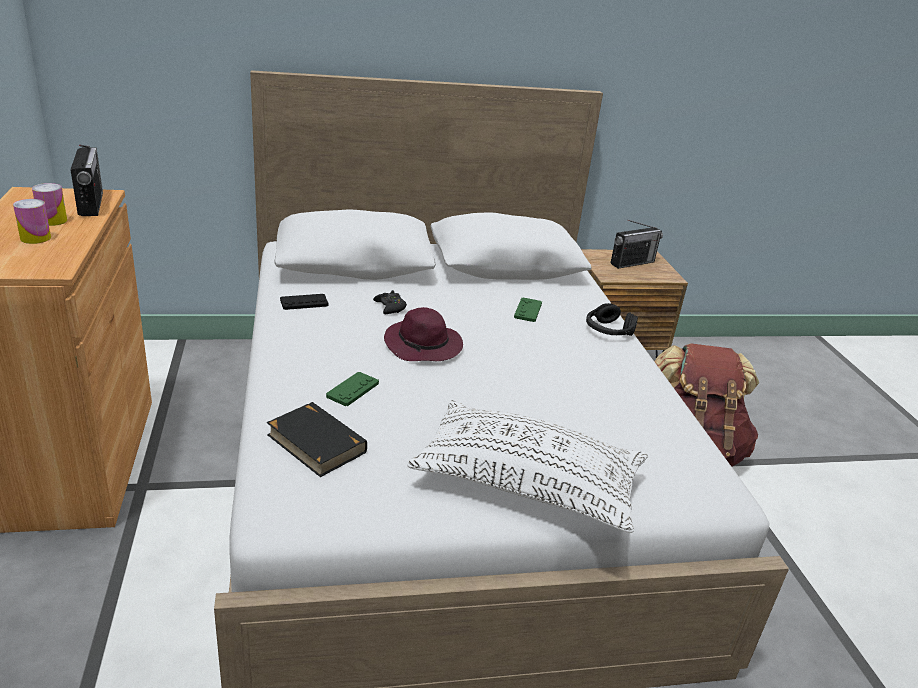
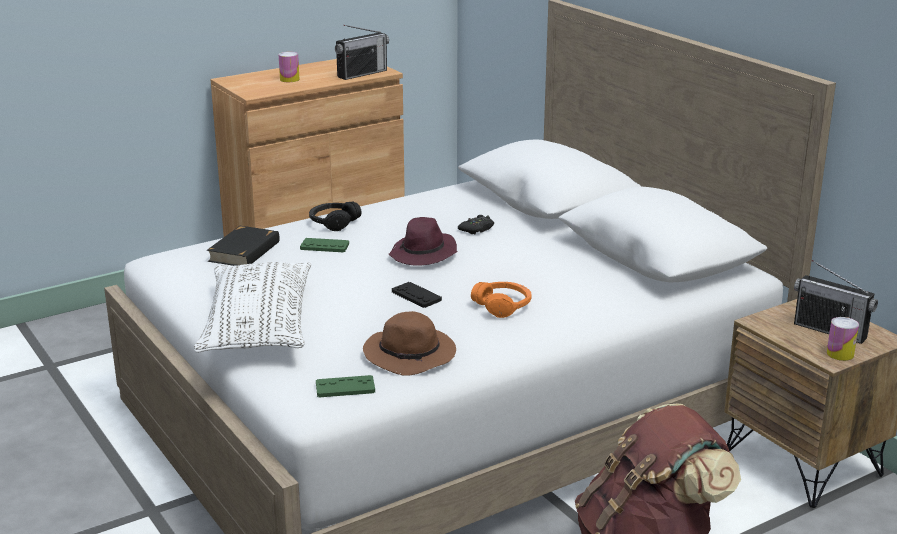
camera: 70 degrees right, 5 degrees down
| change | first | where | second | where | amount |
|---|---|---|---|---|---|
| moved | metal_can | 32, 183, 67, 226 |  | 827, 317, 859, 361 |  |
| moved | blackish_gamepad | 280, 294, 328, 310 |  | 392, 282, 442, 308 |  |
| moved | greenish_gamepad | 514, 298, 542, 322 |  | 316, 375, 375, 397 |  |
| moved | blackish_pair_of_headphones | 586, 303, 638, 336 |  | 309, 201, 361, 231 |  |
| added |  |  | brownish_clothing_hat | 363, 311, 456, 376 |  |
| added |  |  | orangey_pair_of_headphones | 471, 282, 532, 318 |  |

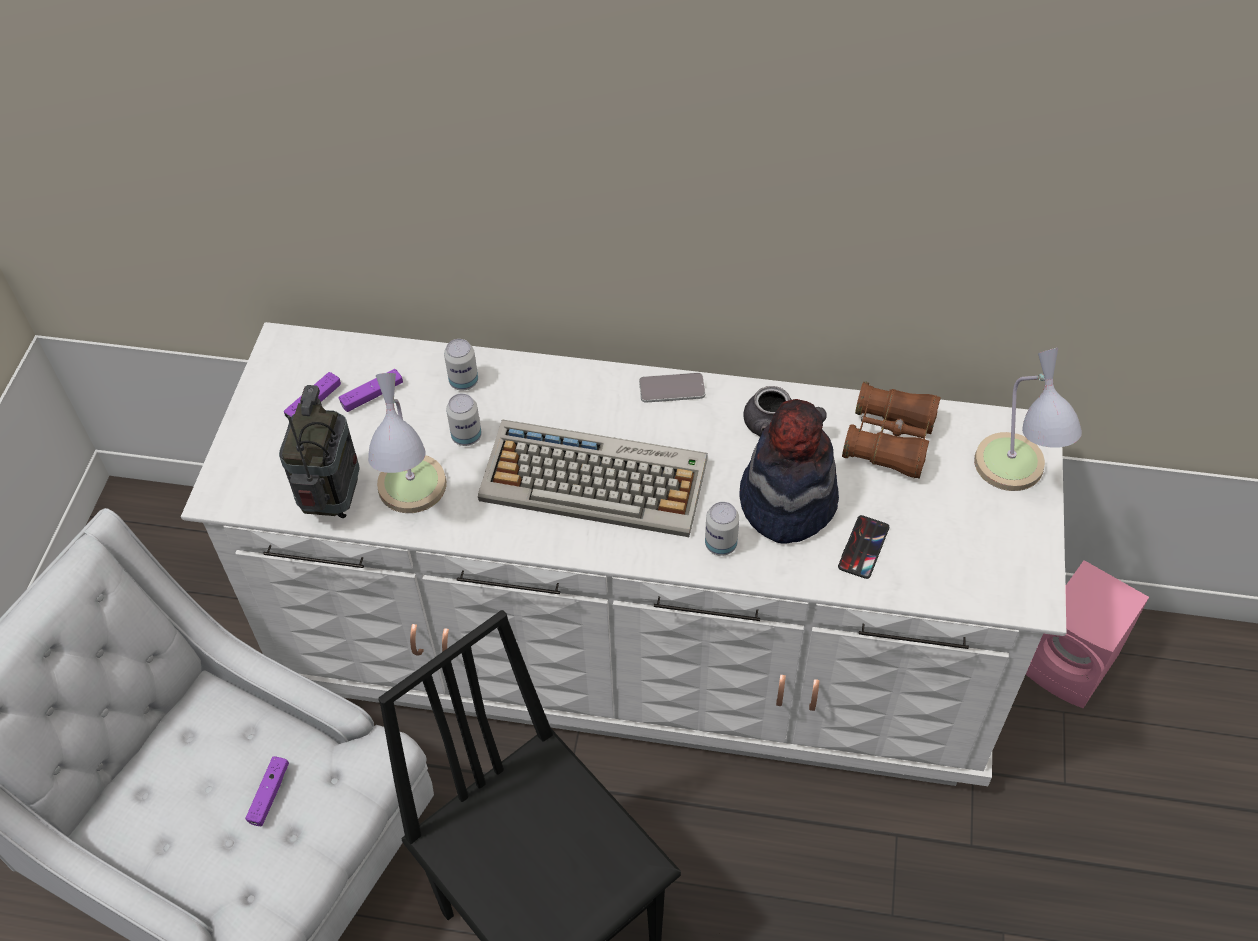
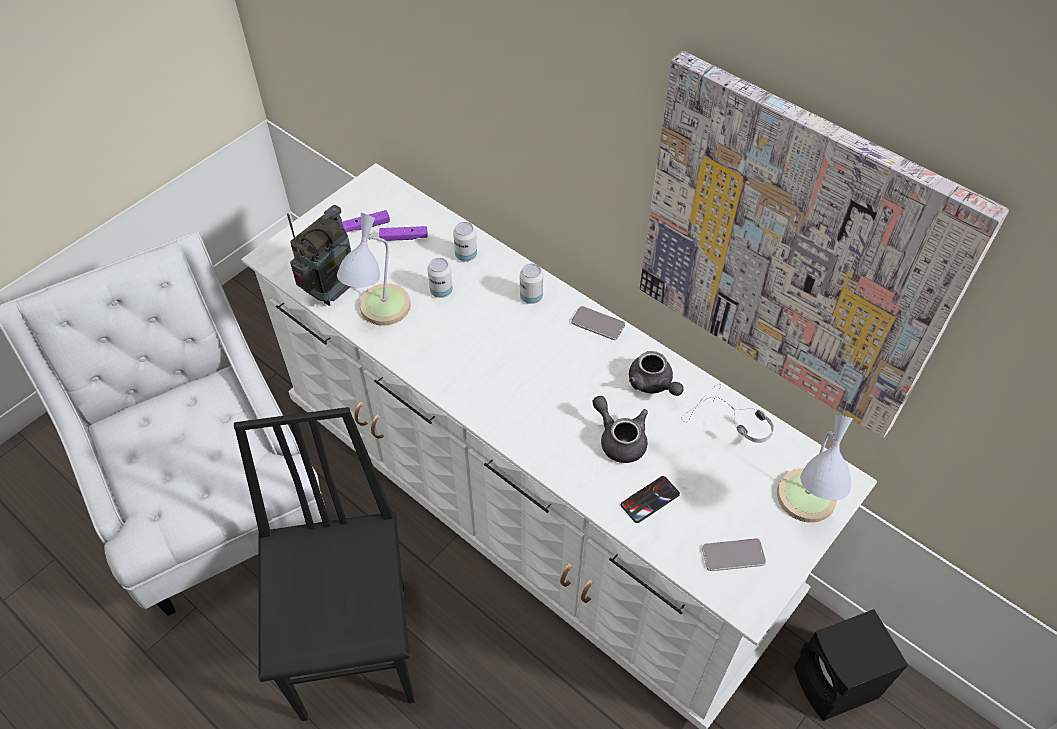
camera: 30 degrees right, 0 degrees up
| change | first | where | second | where | amount |
|---|---|---|---|---|---|
| removed | purplish_gamepad | 245, 756, 289, 826 |  |  |  |
| removed | keyboard | 478, 420, 707, 537 |  |  |  |
| moved | metal_can | 705, 502, 739, 556 |  | 520, 264, 543, 304 |  |
| replaced | clothing_hat | 739, 399, 839, 543 | greyish_teapot | 593, 396, 648, 463 |  |
| replaced | brownish_pair_of_binoculars | 842, 382, 941, 479 | pair_of_headphones | 681, 384, 774, 443 |  |
| recoloured | pink-coloured_speaker | 1026, 560, 1149, 708 | blackish_speaker | 794, 609, 908, 721 |  |
| added |  |  | wall_art | 640, 51, 1009, 438 |  |
| added |  |  | phone | 702, 538, 766, 571 |  |

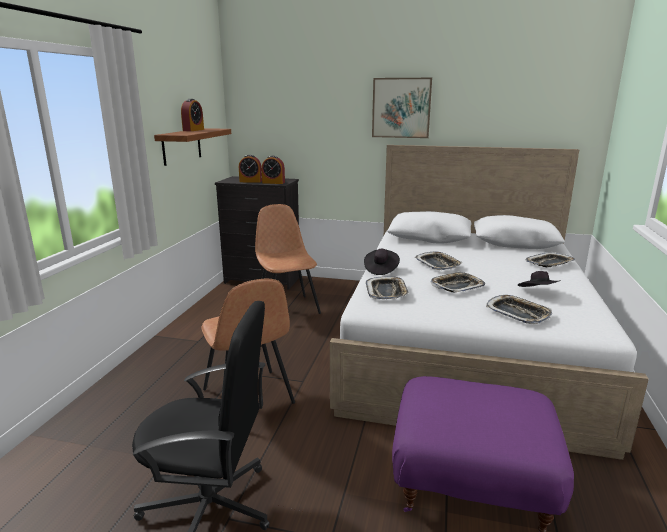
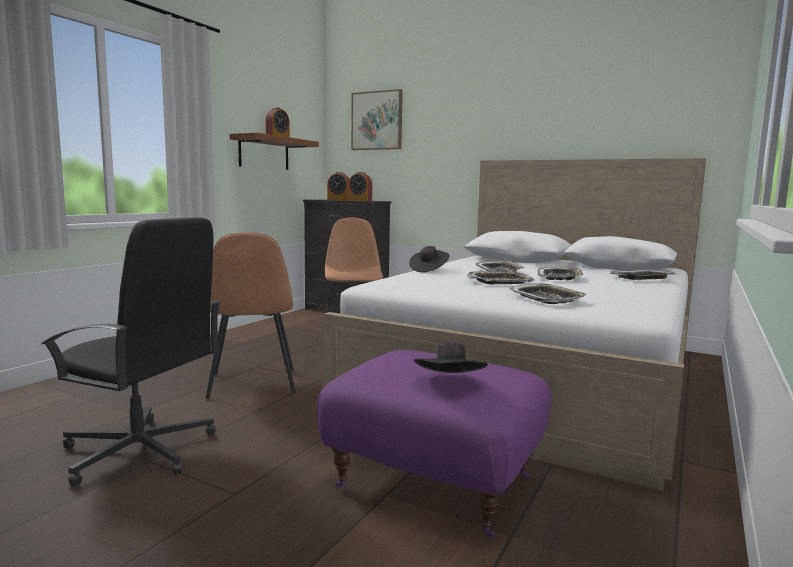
camera: 15 degrees right, 10 degrees down
| change | first | where | second | where | amount |
|---|---|---|---|---|---|
| moved | carrying_tray | 366, 276, 409, 299 |  | 538, 267, 583, 280 |  |
| moved | wall_art | 372, 78, 432, 138 |  | 351, 89, 403, 150 |  |
| moved | blackish_clothing_hat | 518, 271, 560, 287 |  | 414, 342, 488, 373 |  |

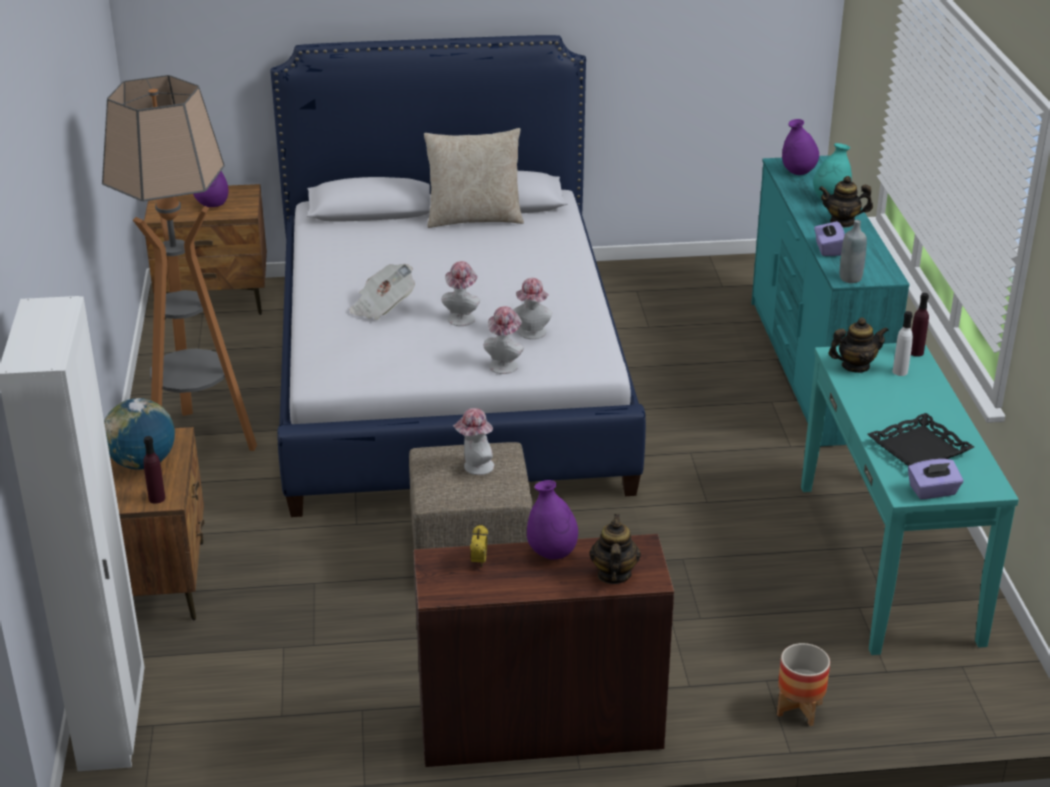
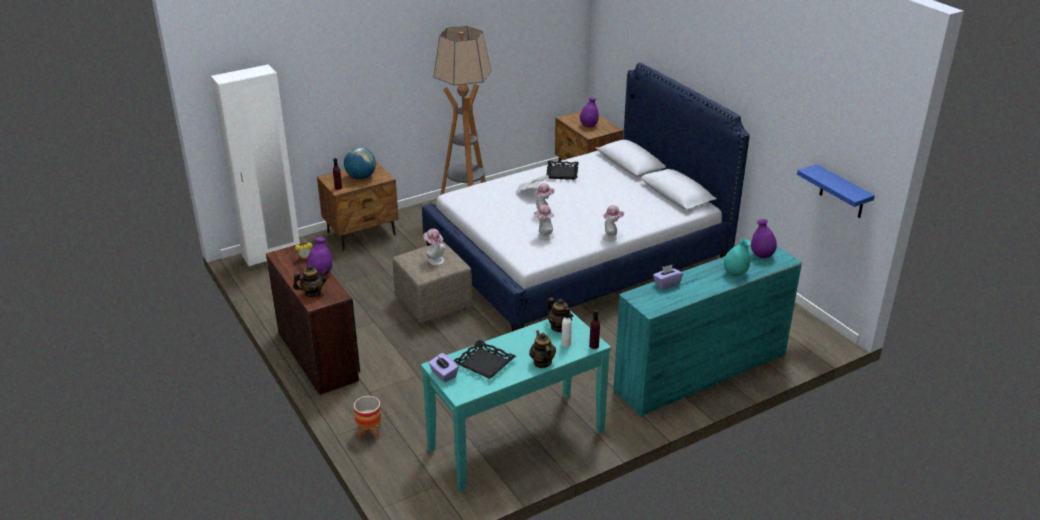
camera: 65 degrees right, 0 degrees up
| change | first | where | second | where | amount |
|---|---|---|---|---|---|
| removed | beige-coloured_pillow | 424, 128, 524, 228 |  |  |  |
| moved | clothing_hat | 483, 306, 524, 374 |  | 601, 205, 624, 241 |  |
| moved | teapot | 819, 176, 873, 227 |  | 529, 330, 556, 368 |  |
| removed | greyish_beverage_bottle | 840, 220, 867, 283 |  |  |  |
| added |  |  | blackish_carrying_tray | 546, 161, 579, 180 |  |
| added |  |  | bluish_wall_shelf | 797, 164, 875, 218 |  |

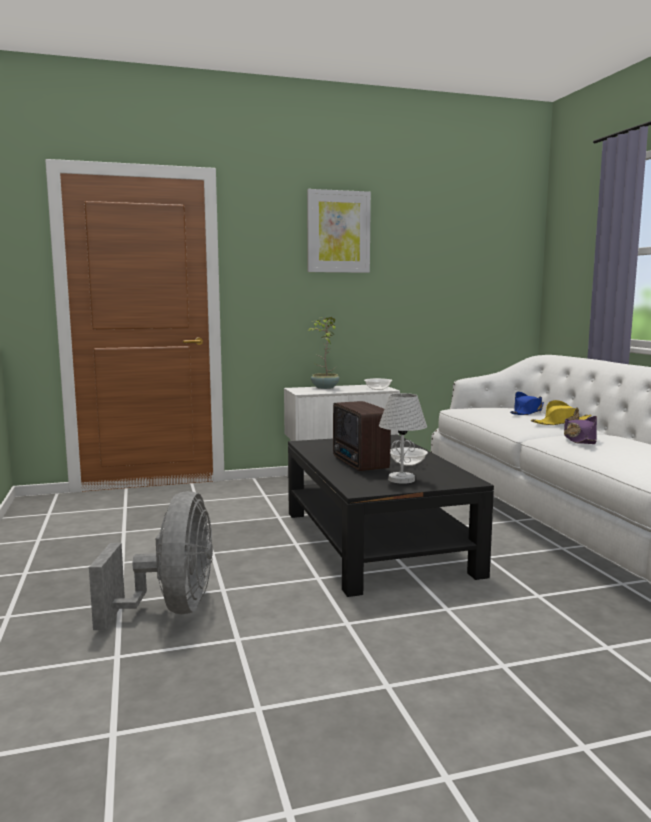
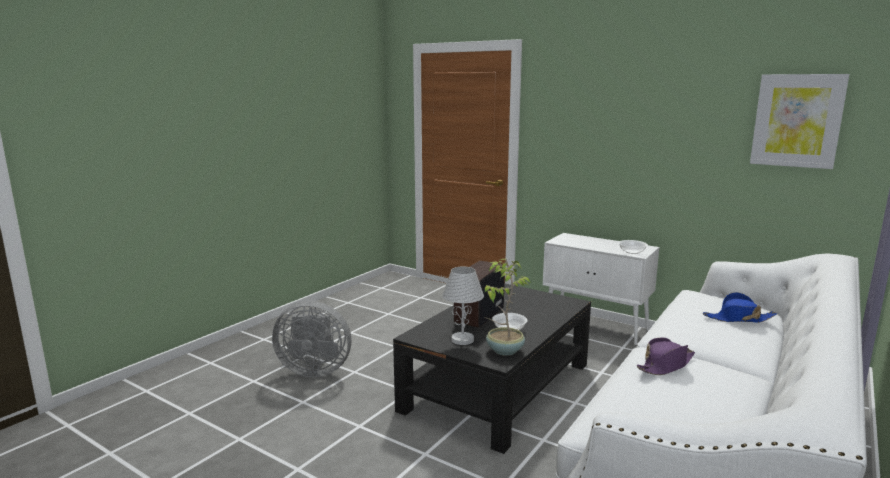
camera: 50 degrees right, 5 degrees up
| change | first | where | second | where | amount |
|---|---|---|---|---|---|
| turned | greyish_electric_fan | 89, 491, 213, 630 |  | 272, 301, 352, 377 | 45 degrees clockwise |
| moved | wall_art | 307, 189, 371, 273 |  | 750, 74, 849, 169 |  |
| moved | houseplant | 307, 317, 339, 389 |  | 484, 259, 531, 356 |  |
| removed | yellowish_clothing_hat | 531, 400, 591, 425 |  |  |  |

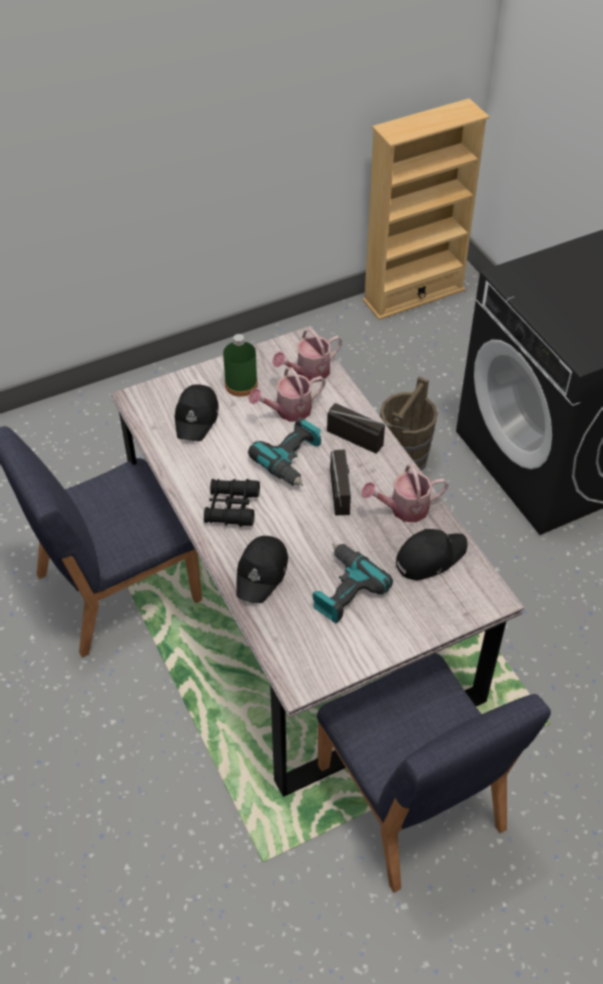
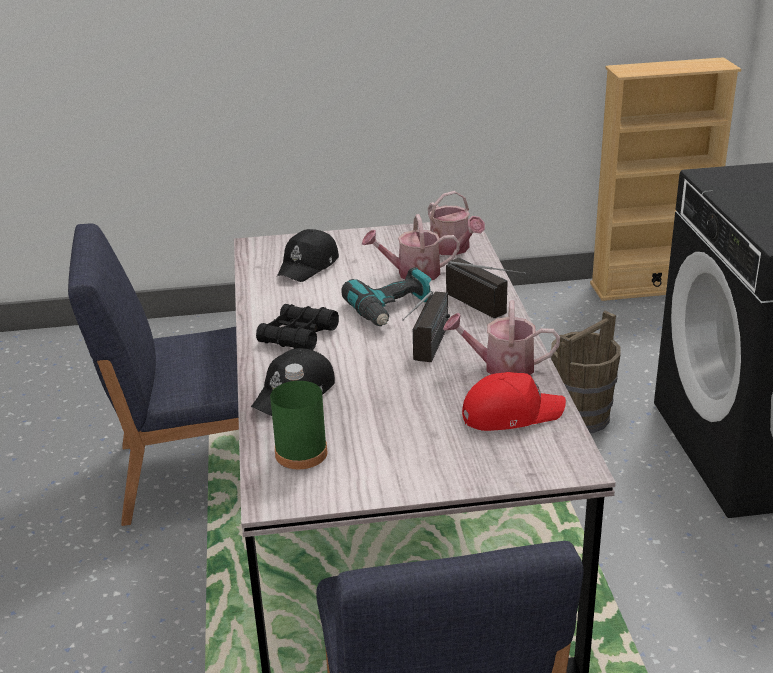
camera: 20 degrees right, 20 degrees down
| change | first | where | second | where | amount |
|---|---|---|---|---|---|
| moved | greenish_beverage_bottle | 223, 334, 258, 397 |  | 270, 364, 327, 469 |  |
| turned | sprinkling_can | 272, 329, 342, 382 |  | 428, 191, 485, 255 | 105 degrees counterclockwise |
| removed | drill | 313, 544, 393, 623 |  |  |  |
| recoloured | blackish_peaked_cap | 396, 529, 468, 580 | red_peaked_cap | 462, 372, 566, 431 |  |

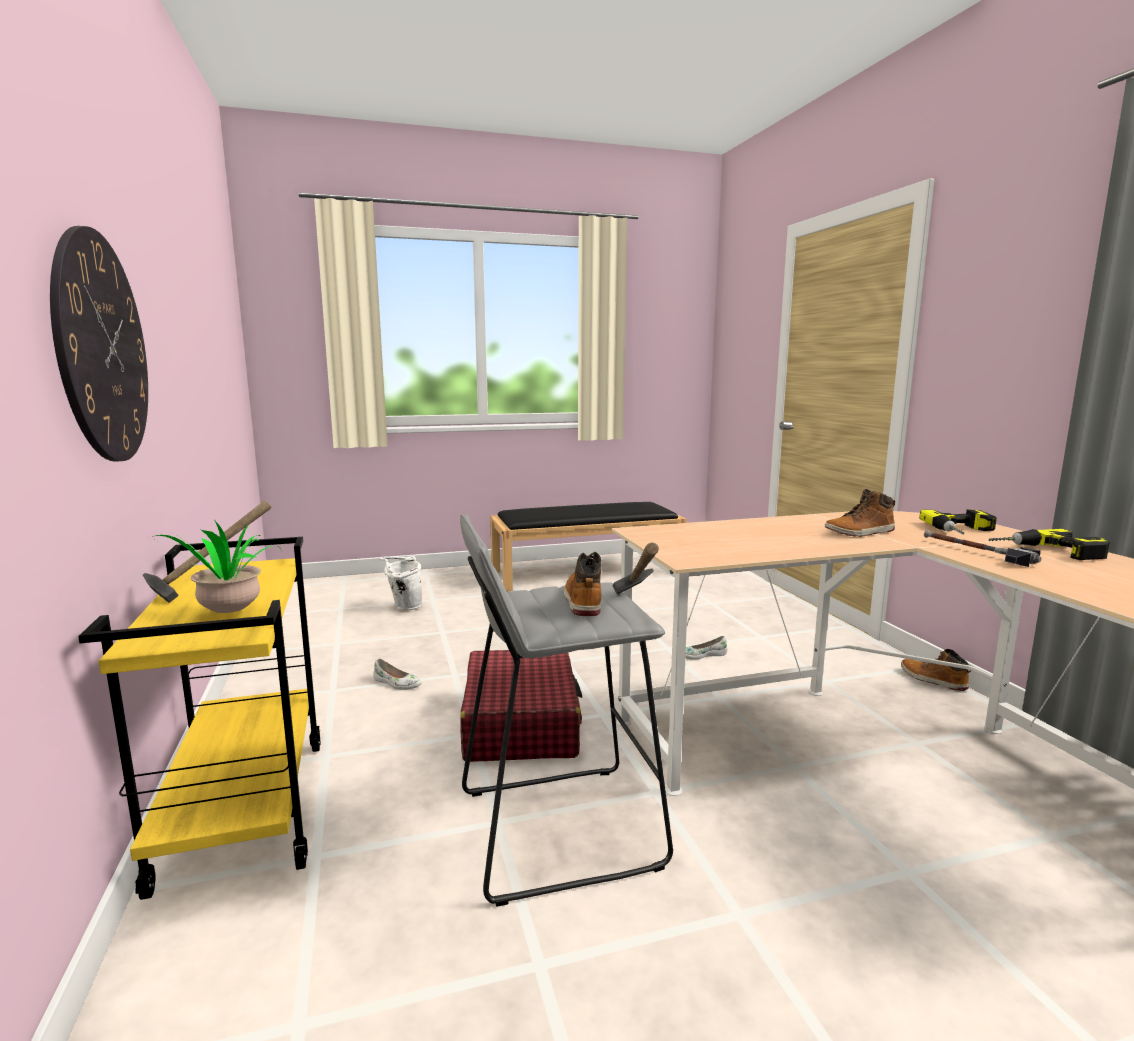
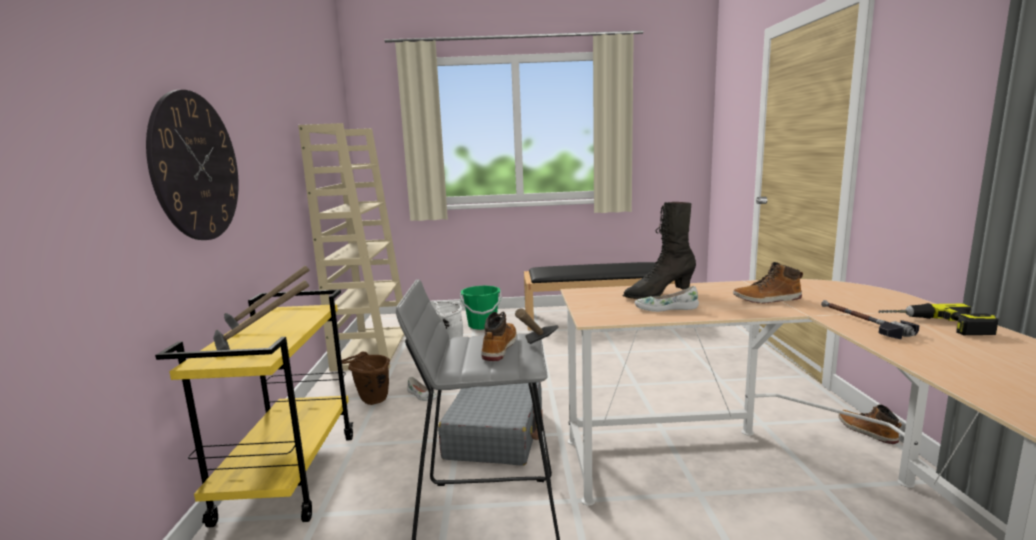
camera: 15 degrees right, 0 degrees up
| change | first | where | second | where | amount |
|---|---|---|---|---|---|
| replaced | houseplant | 151, 520, 281, 613 | tool_hammer | 213, 280, 309, 350 |  |
| recoloured | red_suitcase | 460, 650, 582, 762 | greyish_suitcase | 438, 382, 543, 466 |  |
| moved | white-coloured_shoe | 685, 636, 728, 660 |  | 635, 286, 699, 312 |  |
| removed | drill | 919, 509, 997, 534 |  |  |  |
| added |  |  | beige-coloured_bookcase | 298, 123, 404, 371 |  |
| added |  |  | brownish_pail | 342, 351, 390, 405 |  |
| added |  |  | greenish_pail | 460, 286, 502, 330 |  |
| added |  |  | blackish_tall_boot | 623, 202, 696, 299 |  |

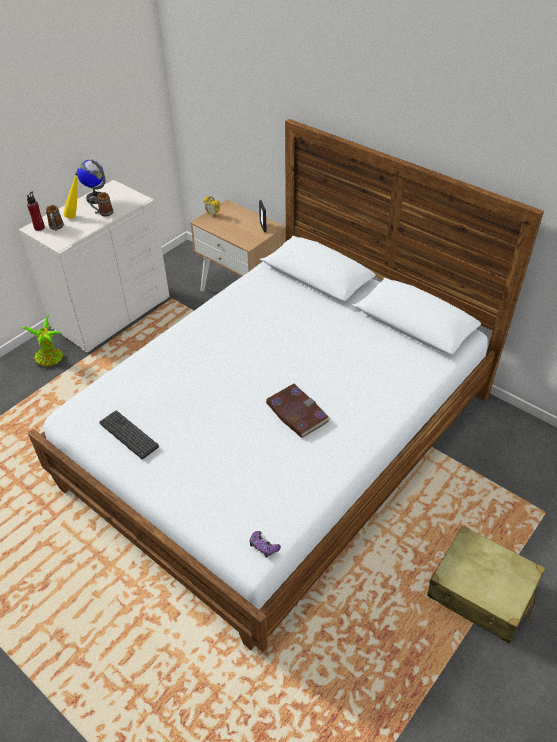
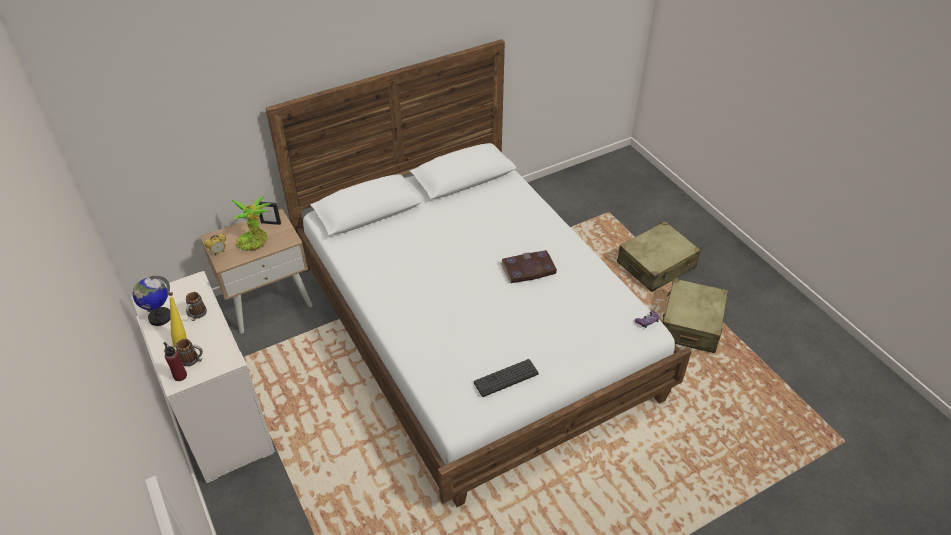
camera: 70 degrees left, 0 degrees up
| change | first | where | second | where | amount |
|---|---|---|---|---|---|
| moved | houseplant | 21, 315, 63, 366 |  | 231, 196, 271, 251 |  |
| added |  |  | beige-coloured_suitcase | 663, 278, 728, 353 |  |

